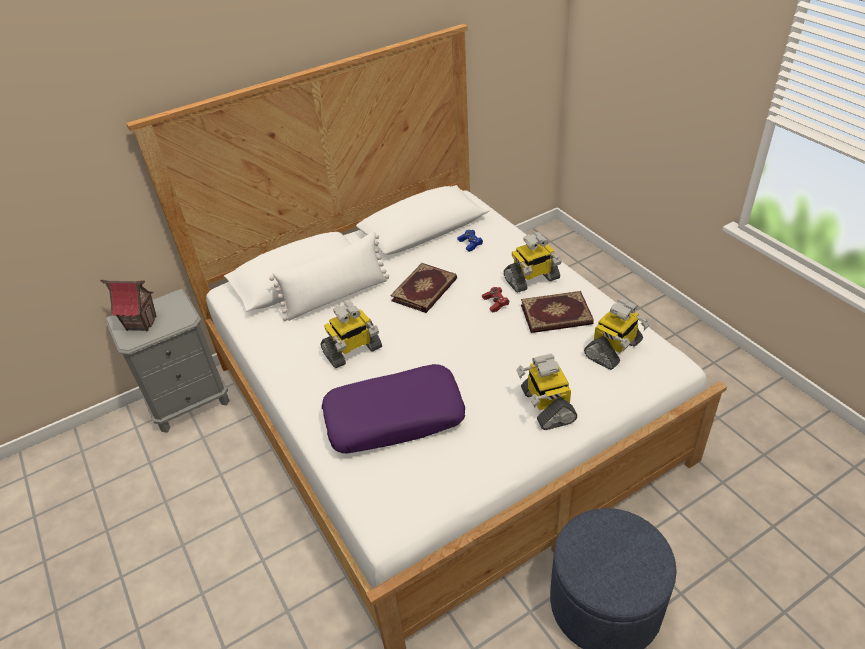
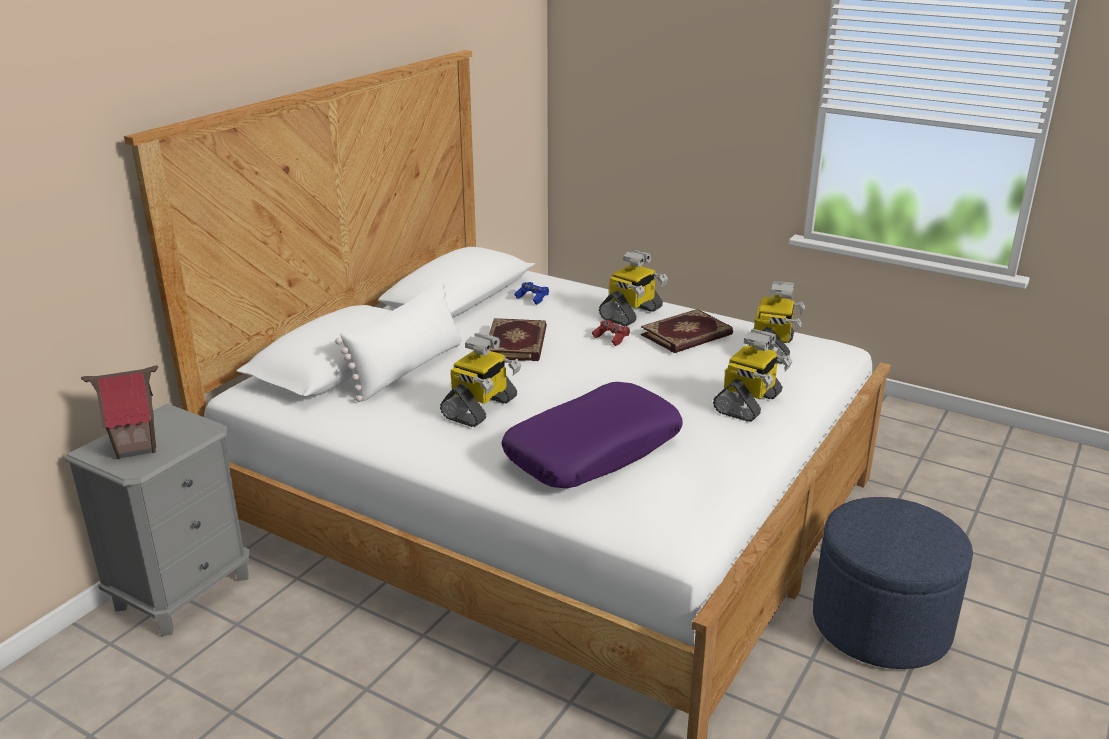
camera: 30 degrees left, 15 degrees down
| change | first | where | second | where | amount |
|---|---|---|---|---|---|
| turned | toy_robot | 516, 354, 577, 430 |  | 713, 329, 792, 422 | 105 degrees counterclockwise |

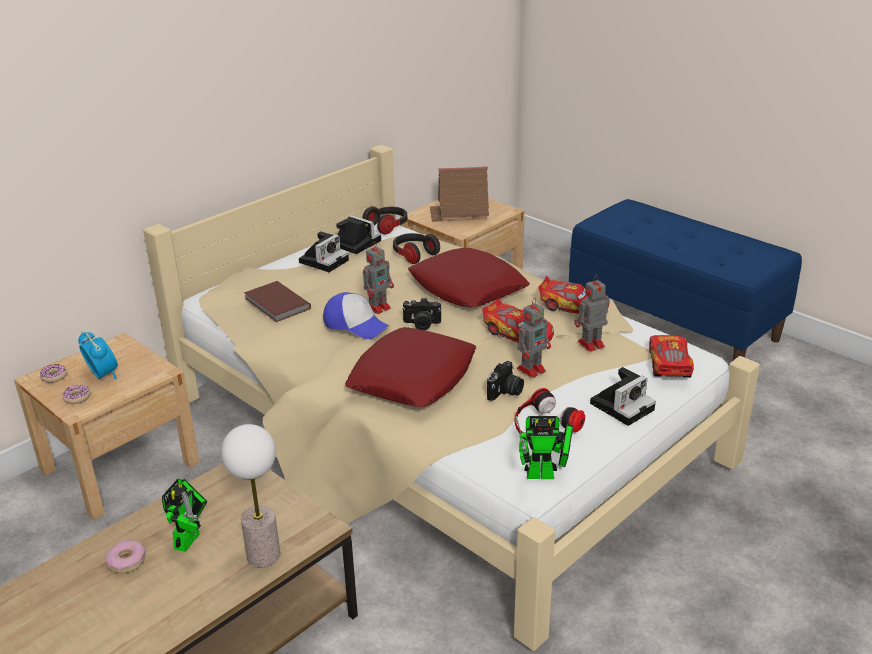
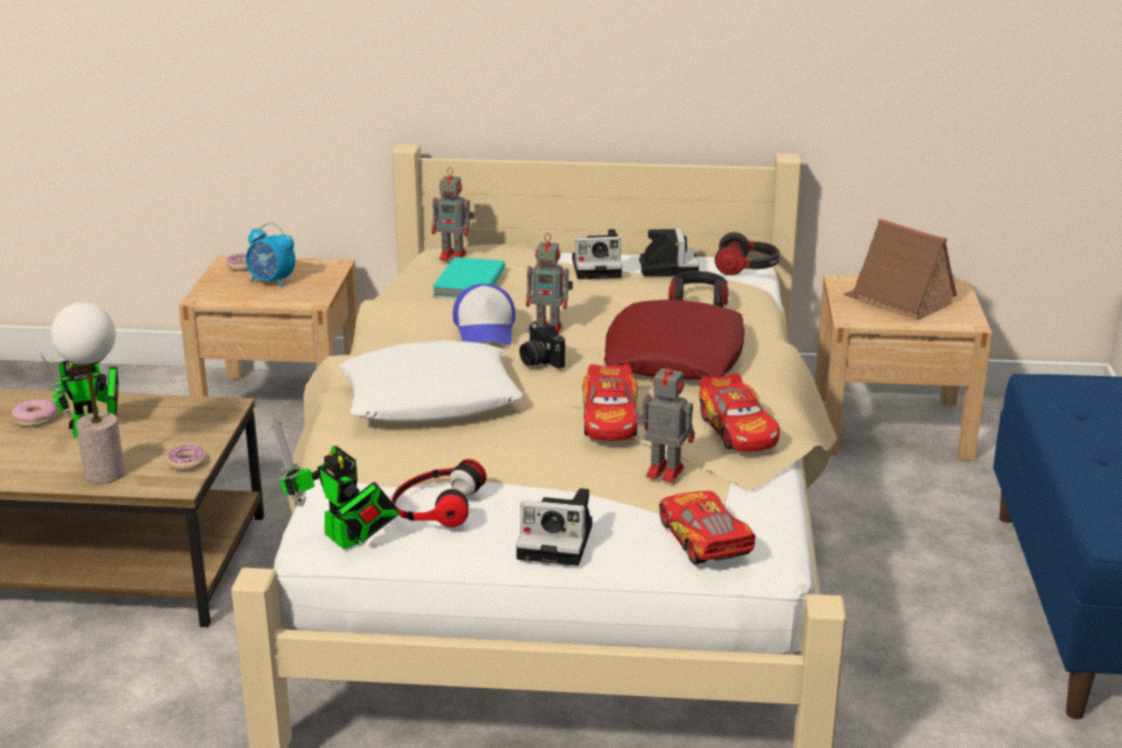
camera: 50 degrees right, 5 degrees down
| change | first | where | second | where | amount |
|---|---|---|---|---|---|
| moved | donut | 62, 385, 91, 404 |  | 168, 445, 206, 471 |  |
| turned | bedside_clock | 78, 332, 118, 380 |  | 246, 223, 295, 288 | 105 degrees clockwise |
| recoloured | brownish_volume | 244, 281, 311, 322 | blue-green_volume | 432, 257, 505, 298 |  |
| recoloured | red_pillow | 345, 327, 476, 407 | white-coloured_pillow | 339, 340, 523, 423 |  |
| removed | still_camera | 487, 361, 524, 401 |  |  |  |
| moved | toy_robot | 517, 298, 551, 378 |  | 432, 167, 474, 261 |  |
| turned | model_car | 649, 335, 694, 378 |  | 659, 491, 755, 564 | 75 degrees counterclockwise |

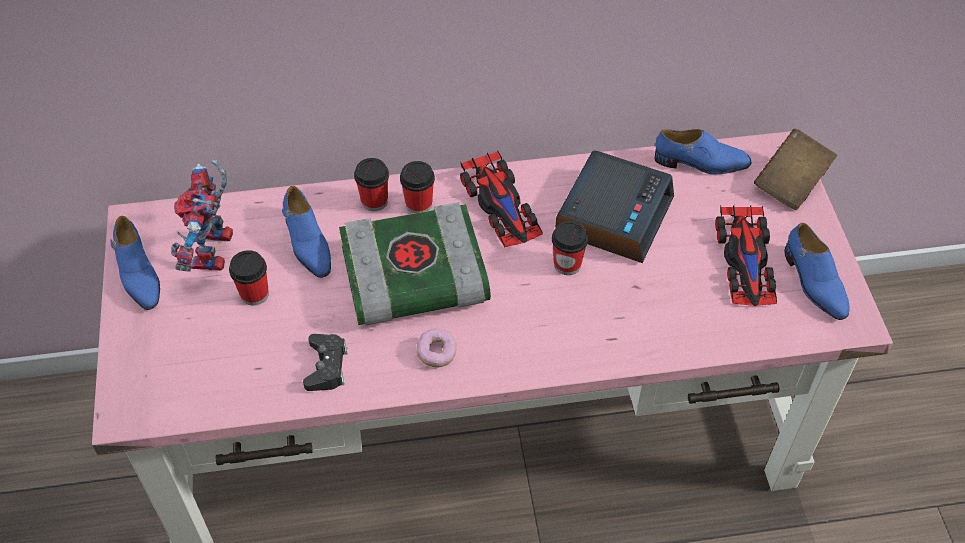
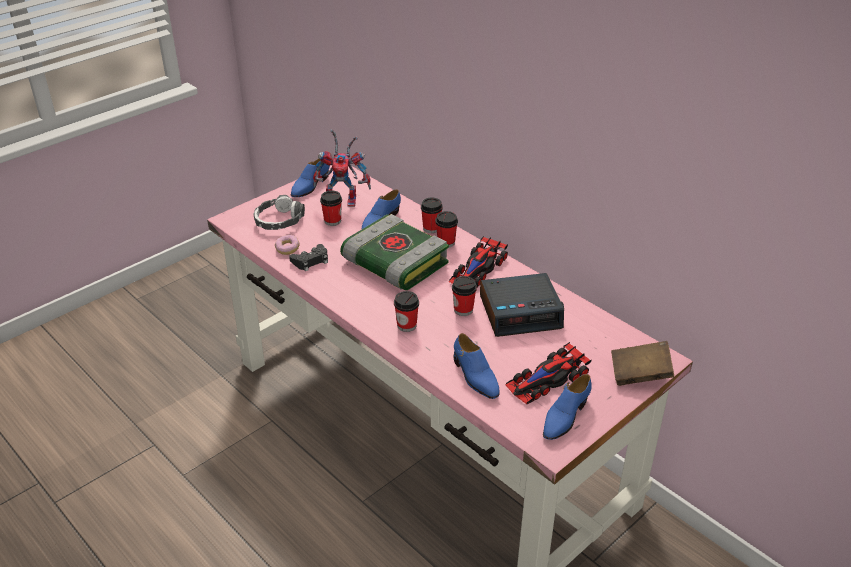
camera: 55 degrees right, 15 degrees down
| change | first | where | second | where | amount |
|---|---|---|---|---|---|
| turned | toy_robot | 171, 159, 233, 272 |  | 313, 129, 371, 207 | 150 degrees counterclockwise |
| moved | donut | 416, 329, 456, 368 |  | 275, 235, 299, 255 |  |
| moved | bluish_shoe | 655, 129, 752, 174 |  | 454, 333, 500, 399 |  |
| added |  |  | pair_of_headphones | 253, 195, 305, 230 |  |
| added |  |  | small_cup | 394, 291, 419, 332 |  |

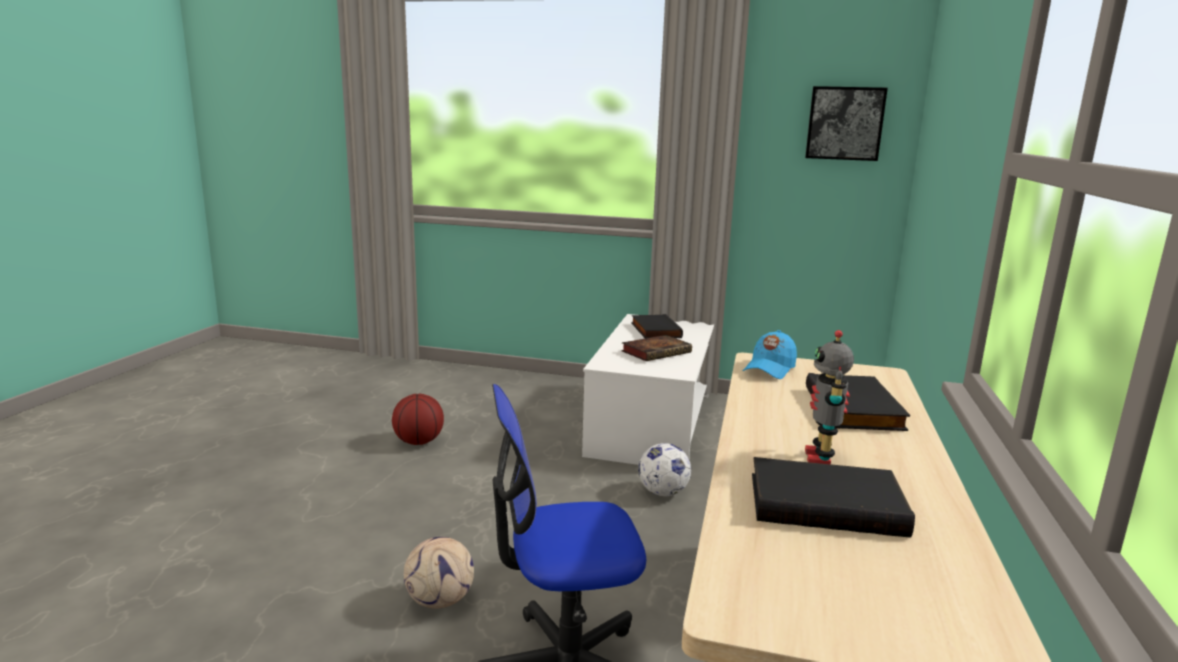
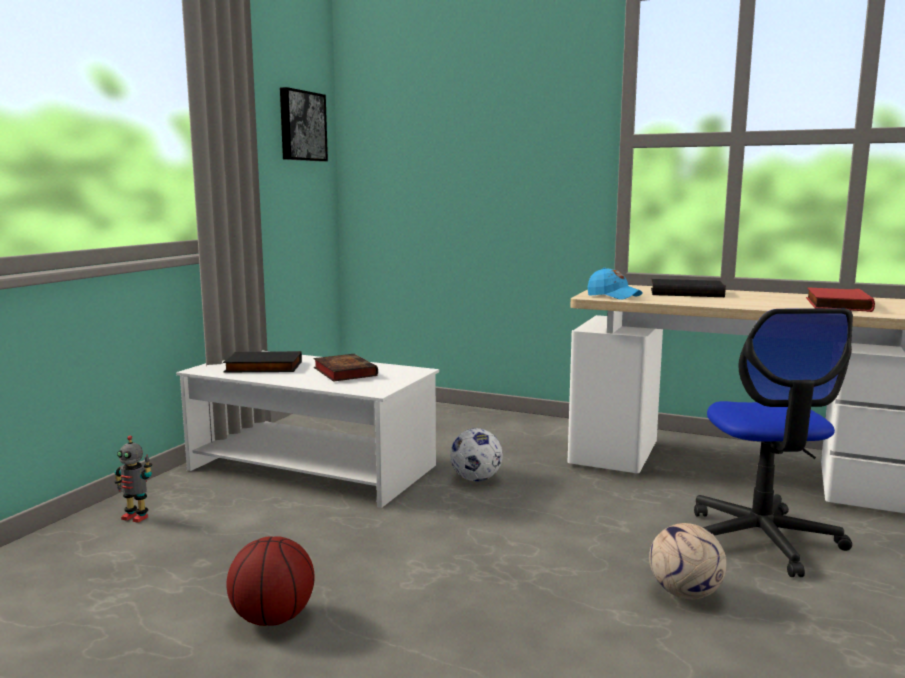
camera: 80 degrees left, 5 degrees down
| change | first | where | second | where | amount |
|---|---|---|---|---|---|
| recoloured | blackish_volume | 752, 457, 915, 538 | red_volume | 806, 287, 875, 312 |  |
| moved | toy_robot | 805, 330, 854, 464 |  | 115, 436, 152, 523 |  |

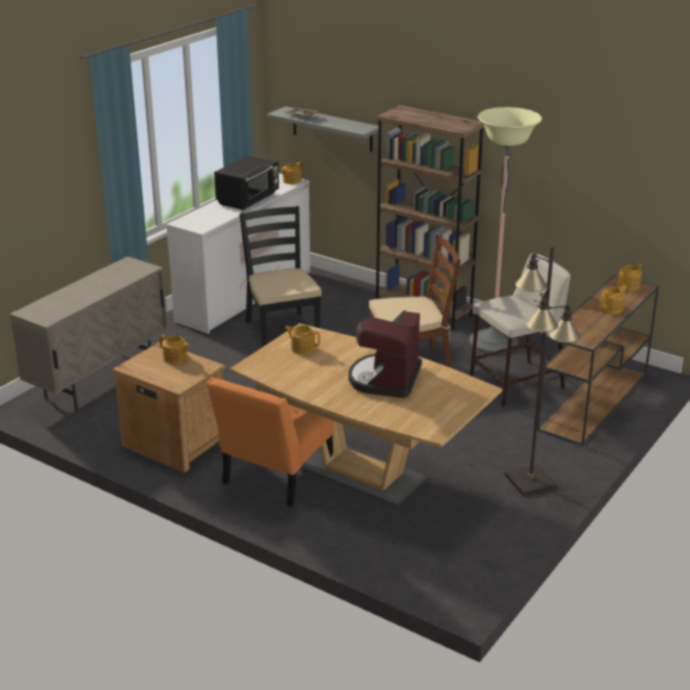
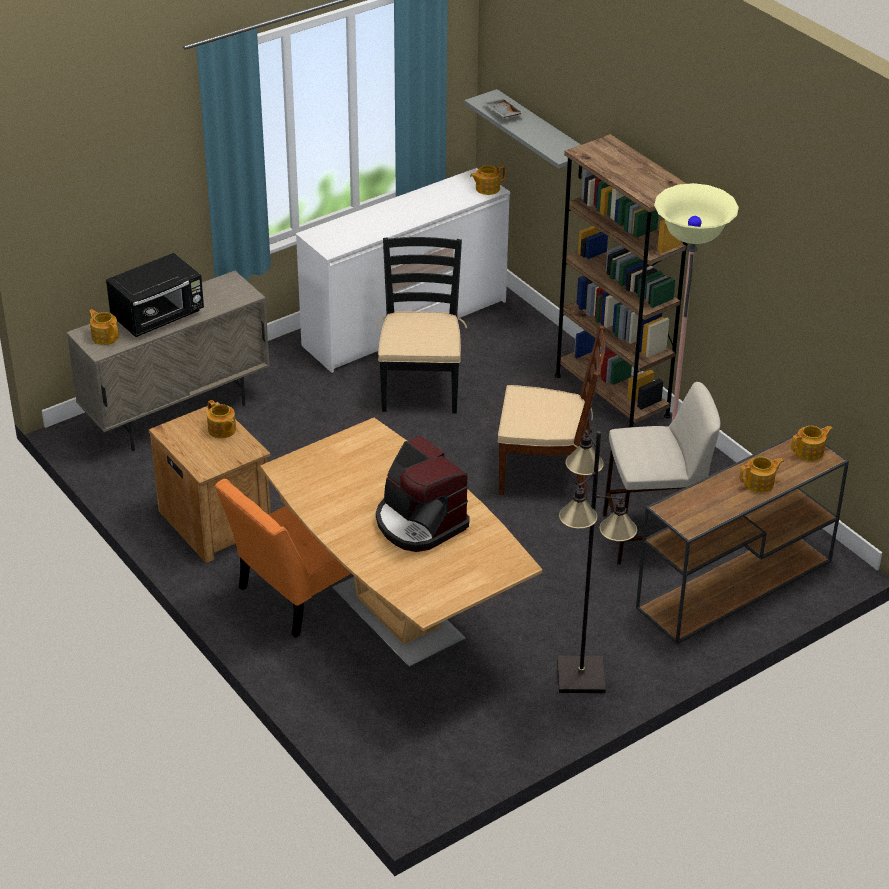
camera: 20 degrees right, 10 degrees up
| change | first | where | second | where | amount |
|---|---|---|---|---|---|
| moved | blackish_microwave_oven | 214, 155, 279, 210 |  | 106, 253, 204, 337 |  |
| moved | teapot | 284, 325, 320, 354 |  | 89, 309, 119, 345 |  |
| turned | coffee_machine | 349, 310, 422, 398 |  | 376, 435, 470, 552 | 75 degrees counterclockwise |

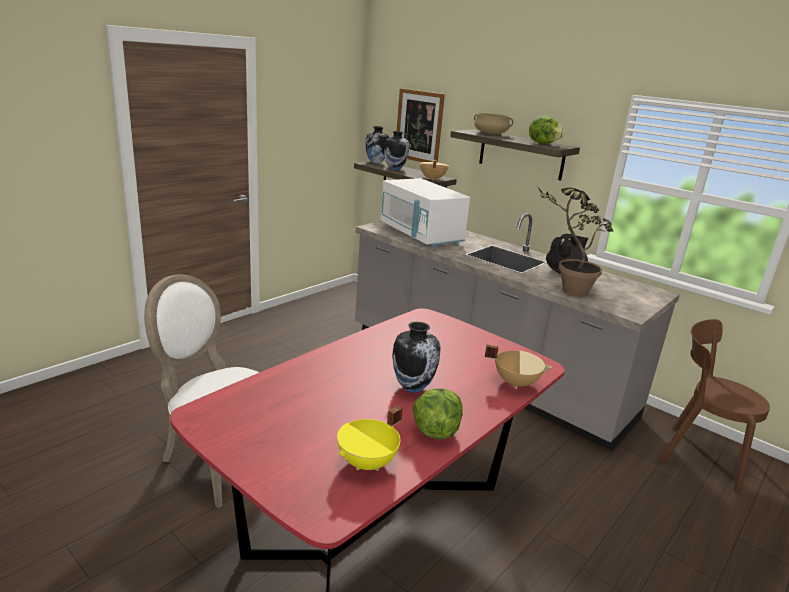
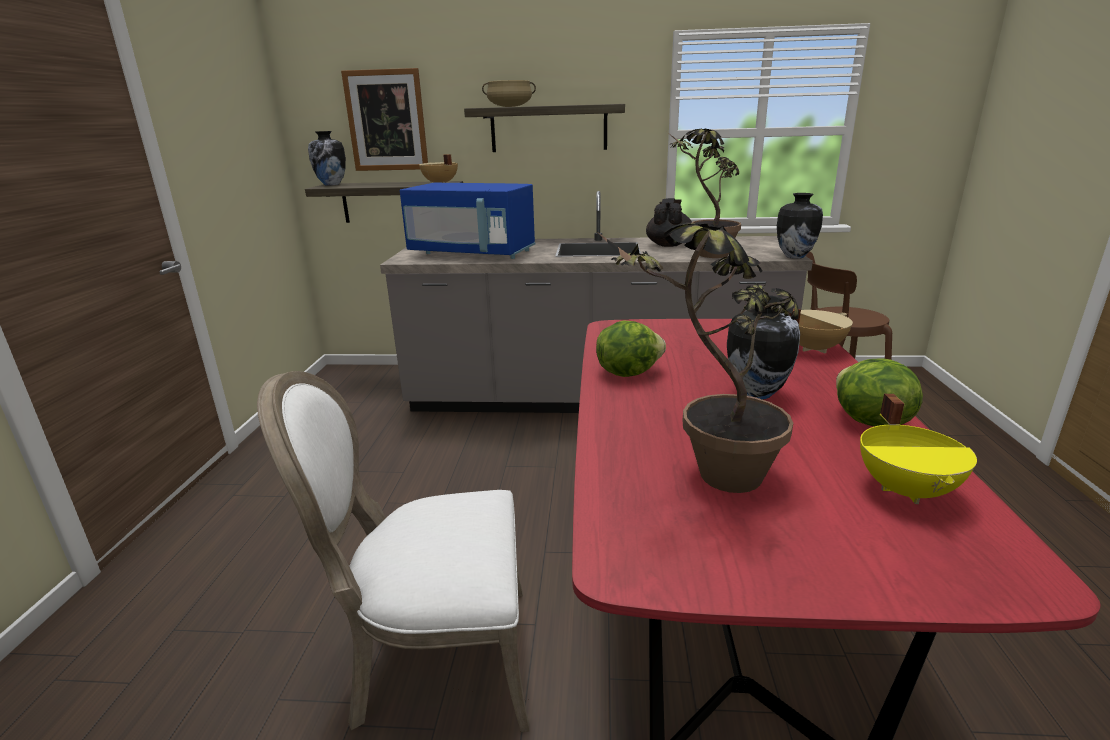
camera: 35 degrees left, 0 degrees up
| change | first | where | second | where | amount |
|---|---|---|---|---|---|
| recoloured | white-coloured_microwave_oven | 381, 178, 470, 248 | bluish_microwave_oven | 400, 183, 536, 259 |  |
| moved | vase | 384, 131, 409, 170 |  | 777, 193, 823, 259 |  |
| moved | head_of_lettuce | 529, 116, 565, 144 |  | 596, 320, 666, 377 |  |
| added |  |  | houseplant | 599, 223, 799, 493 |  |

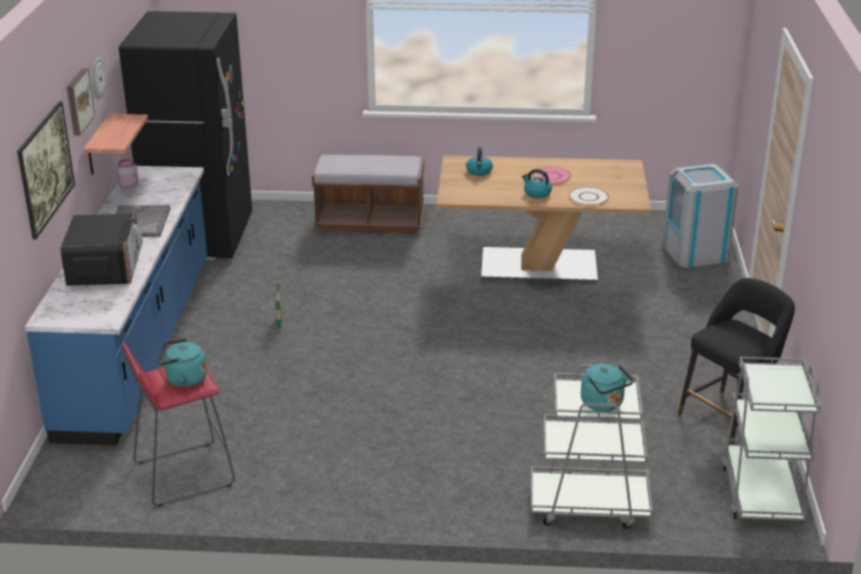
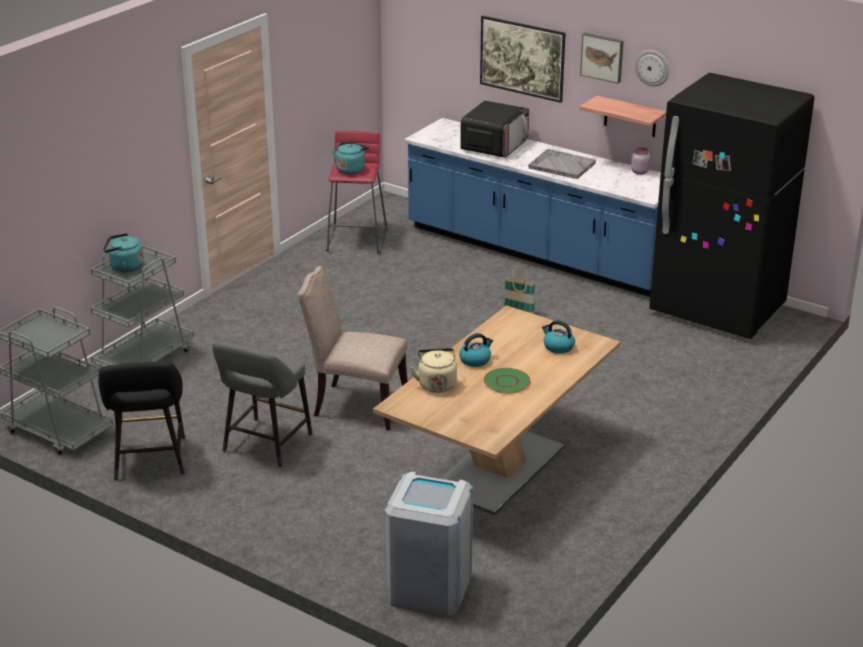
camera: 120 degrees right, 0 degrees up
| change | first | where | second | where | amount |
|---|---|---|---|---|---|
| turned | microwave_oven | 61, 214, 143, 286 |  | 460, 101, 529, 158 | 90 degrees counterclockwise |
| removed | brownish_bench | 312, 155, 424, 234 |  |  |  |
| recoloured | pink-coloured_dinner_plate | 532, 167, 571, 184 | greenish_dinner_plate | 484, 368, 530, 393 |  |
| replaced | white-coloured_dinner_plate | 569, 187, 609, 206 | beige-coloured_kettle | 410, 348, 457, 393 |  |
| added |  |  | greyish_sitting_stool | 212, 341, 313, 468 |  |
| added |  |  | beige-coloured_upright_chair | 298, 266, 408, 431 |  |

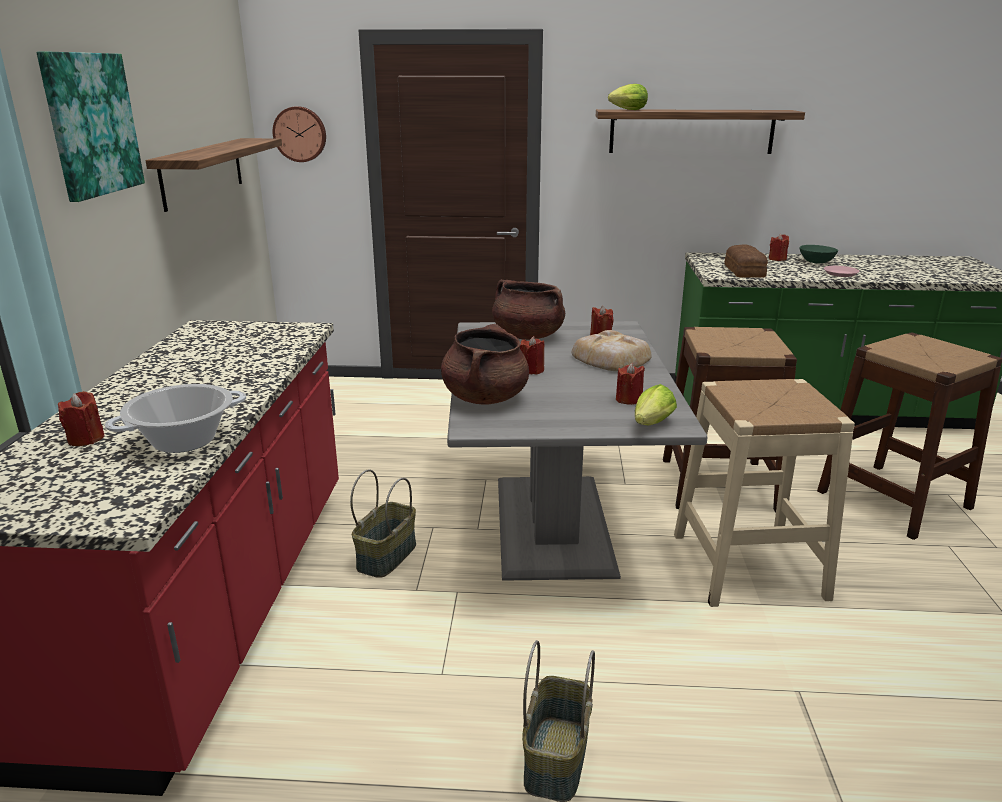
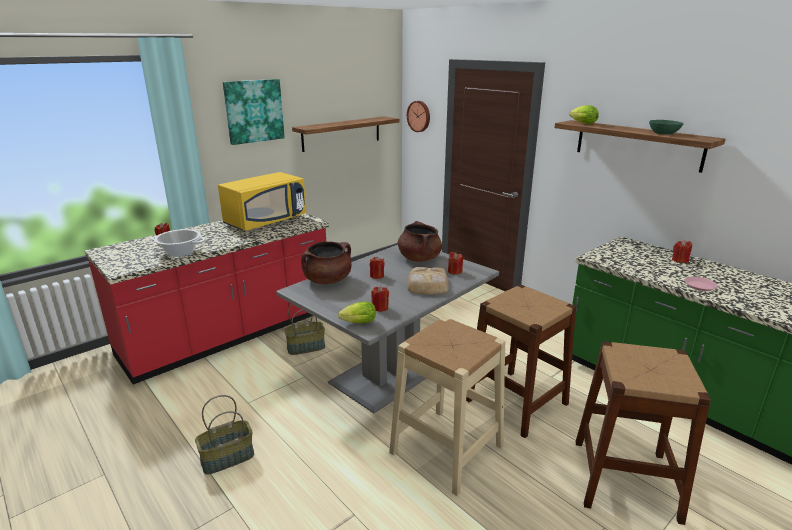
camera: 45 degrees right, 0 degrees up
| change | first | where | second | where | amount |
|---|---|---|---|---|---|
| removed | bread | 724, 244, 768, 278 |  |  |  |
| moved | greenish_deep_dish | 800, 245, 838, 263 |  | 649, 120, 683, 135 |  |
| added |  |  | yellowish_microwave_oven | 218, 172, 306, 231 |  |

